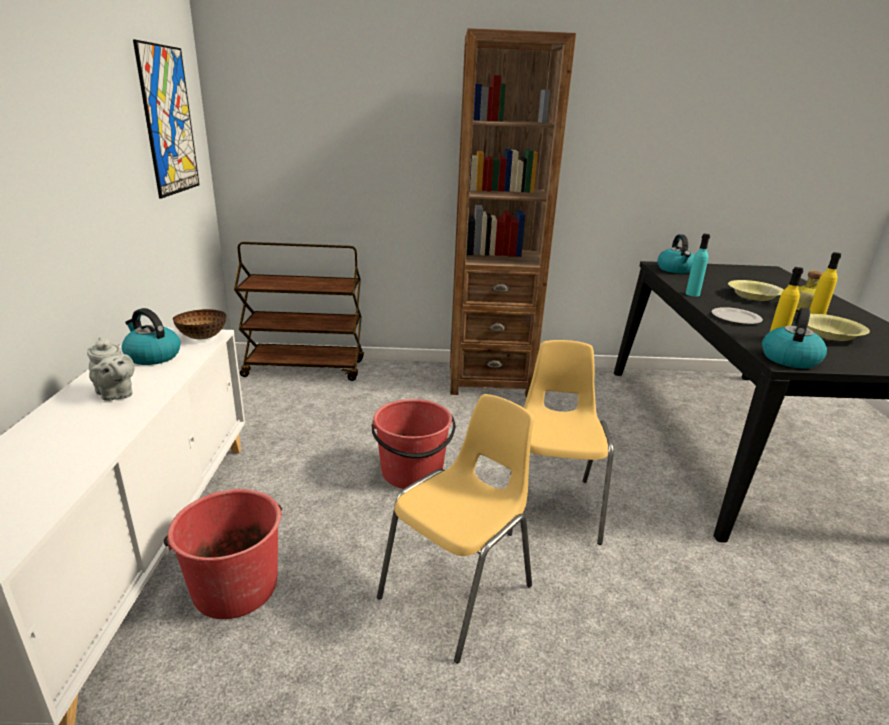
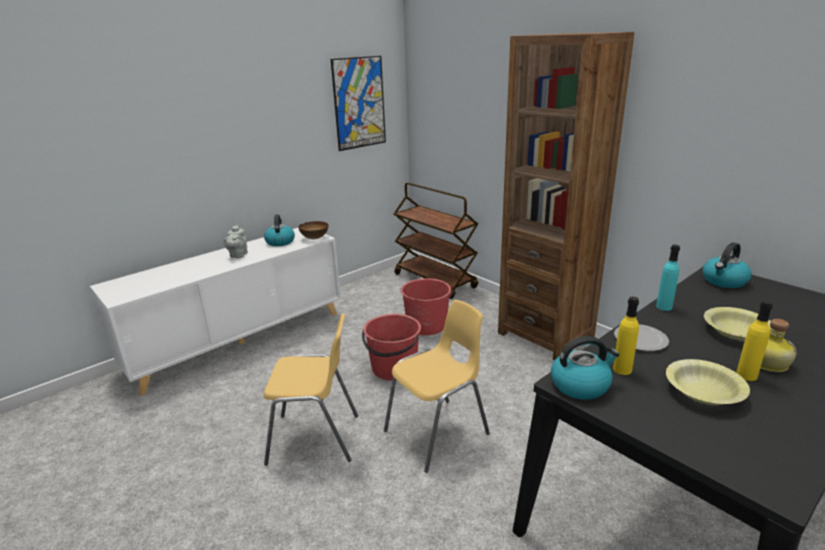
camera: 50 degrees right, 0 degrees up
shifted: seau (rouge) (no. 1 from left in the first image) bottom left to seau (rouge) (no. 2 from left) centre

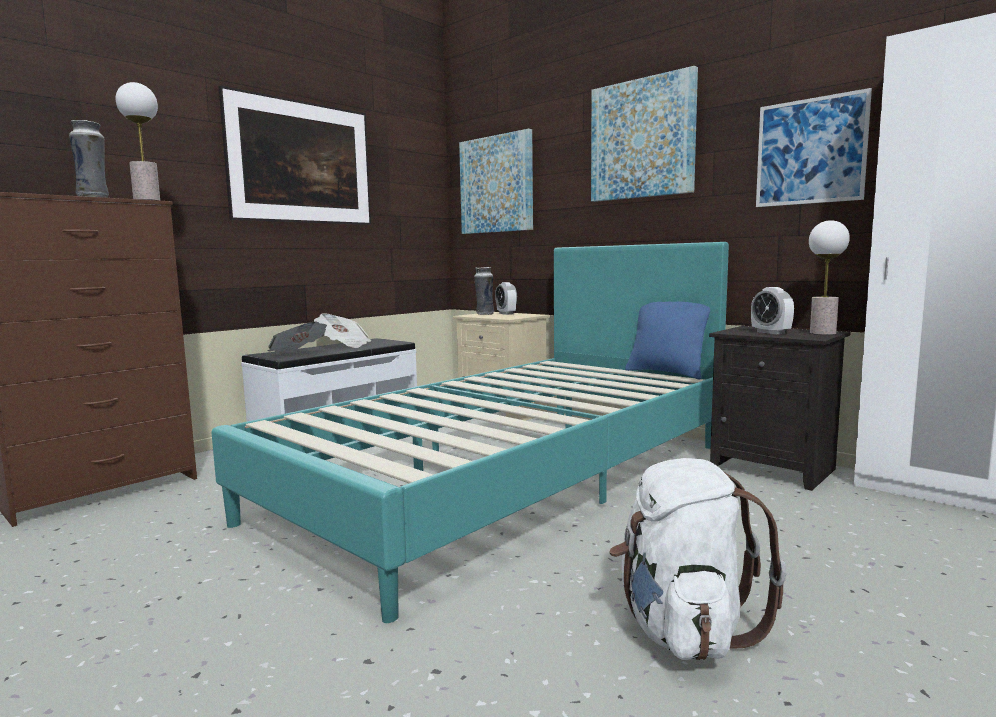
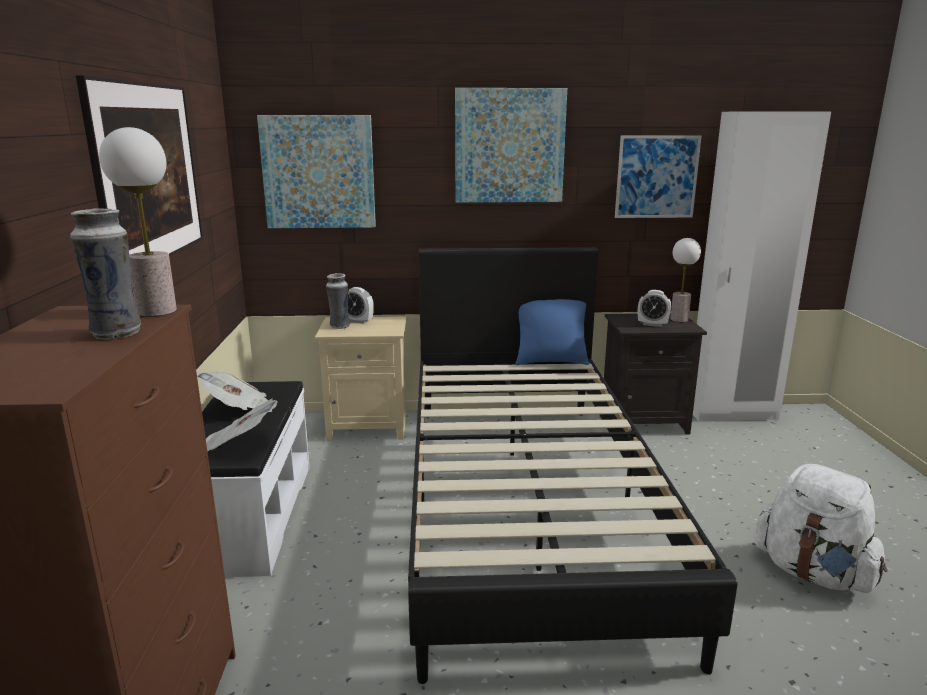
camera: 45 degrees left, 10 degrees up
repainted: lit (turquoise) centre to lit (noir) bottom centre

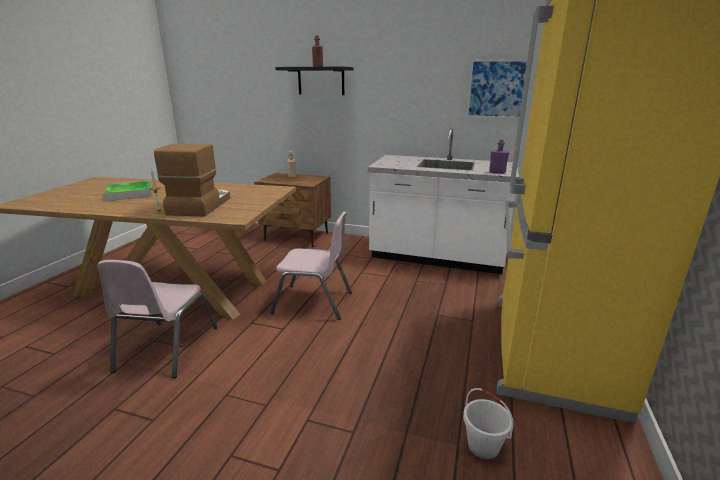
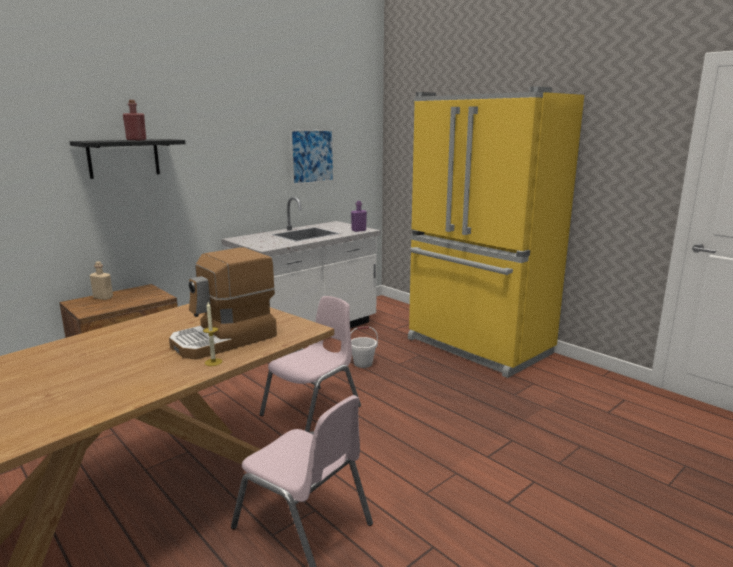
camera: 60 degrees left, 5 degrees down
gone: plateau middle left
shifted: seau (blanc) bottom right to centre
rotated: machine à café middle left = middle left 75 degrees counterclockwise

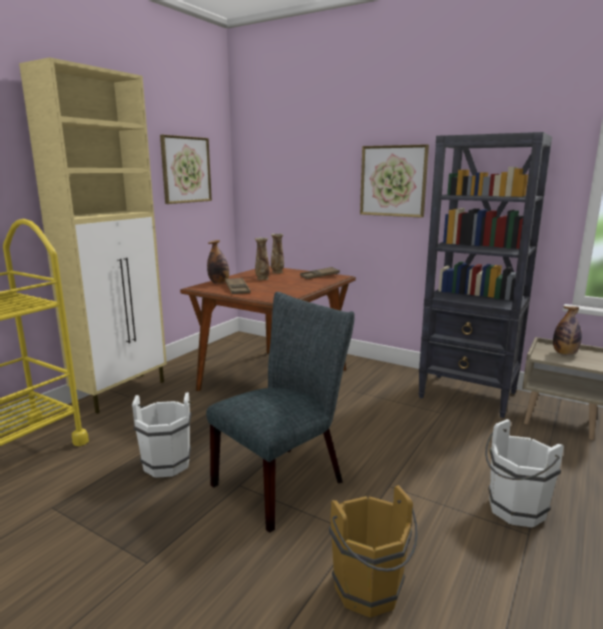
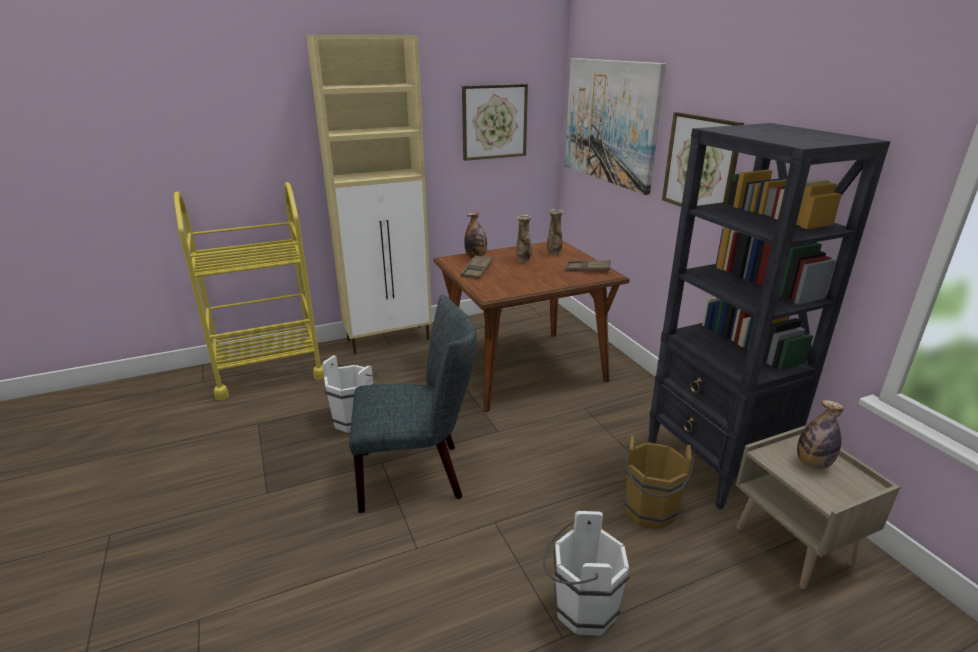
camera: 35 degrees right, 10 degrees up
new: tableau (no. 2 from left) top centre
shifted: seau (marron) bottom centre to bottom right

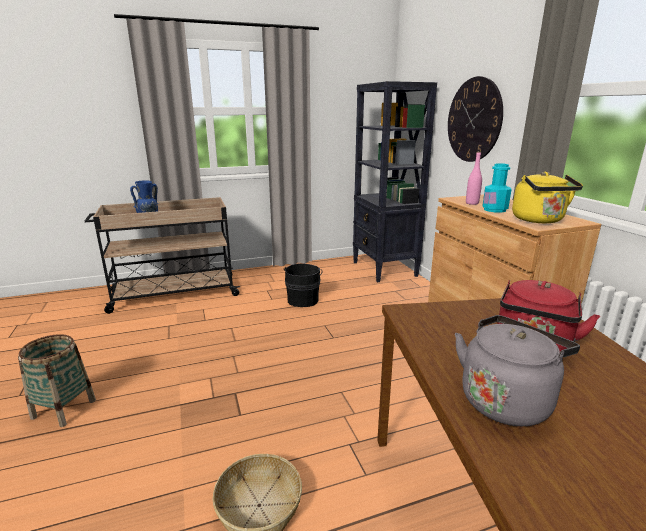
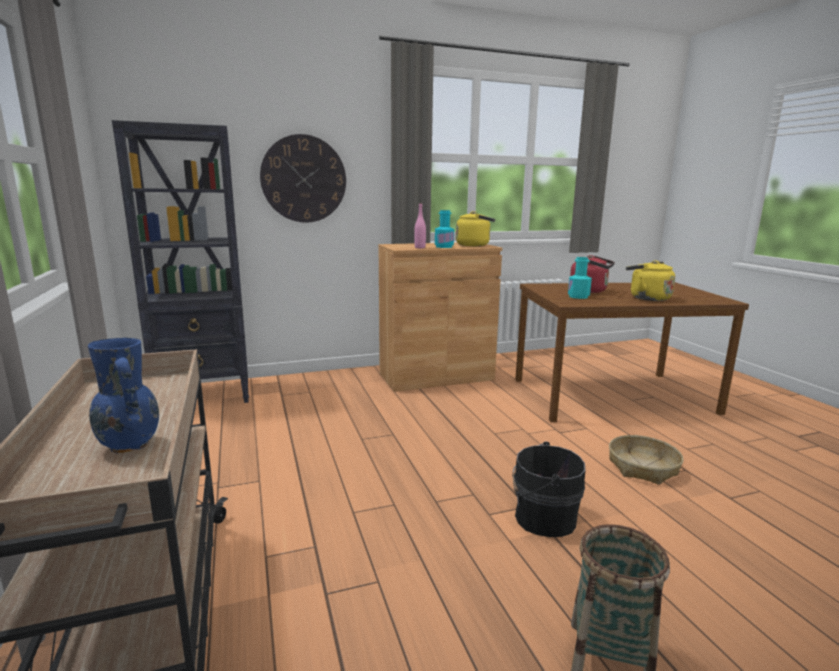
camera: 90 degrees left, 5 degrees down
new: bouteille (turquoise) (no. 2 from left) middle right
shifted: seau (noir) centre to bottom centre
repainted: bouilloire (gris) bottom right to bouilloire (jaune) (no. 2 from left) middle right

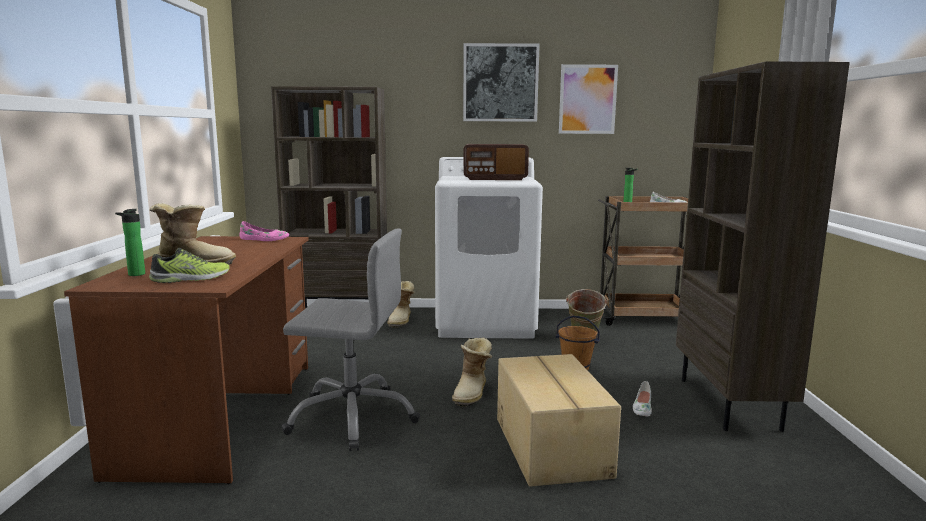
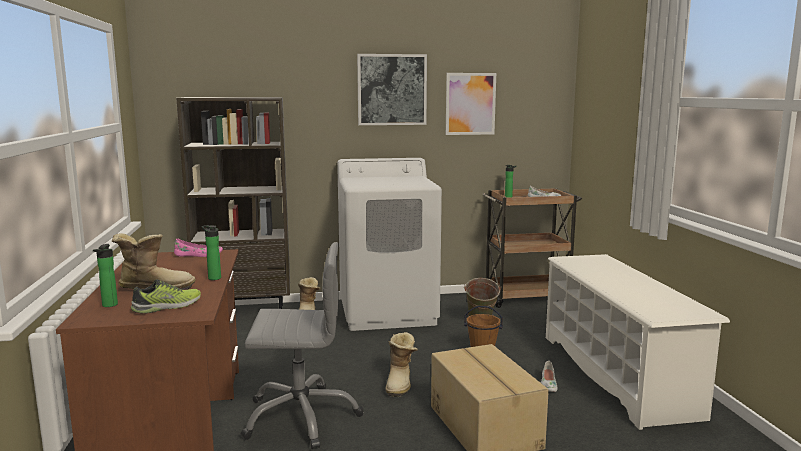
camera: 10 degrees left, 0 degrees up
gone: radio top centre
new: bouteille (no. 2 from left) middle left
swapped: bibliothèque (marron) (no. 2 from left) middle right to étagère à chaussures (blanc) bottom right

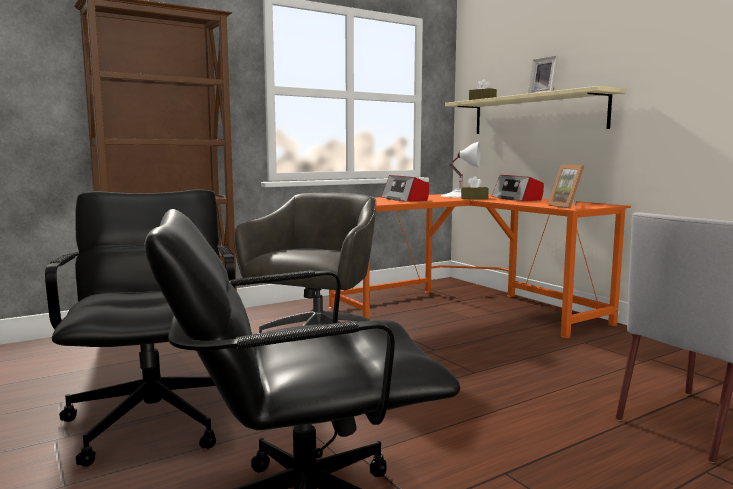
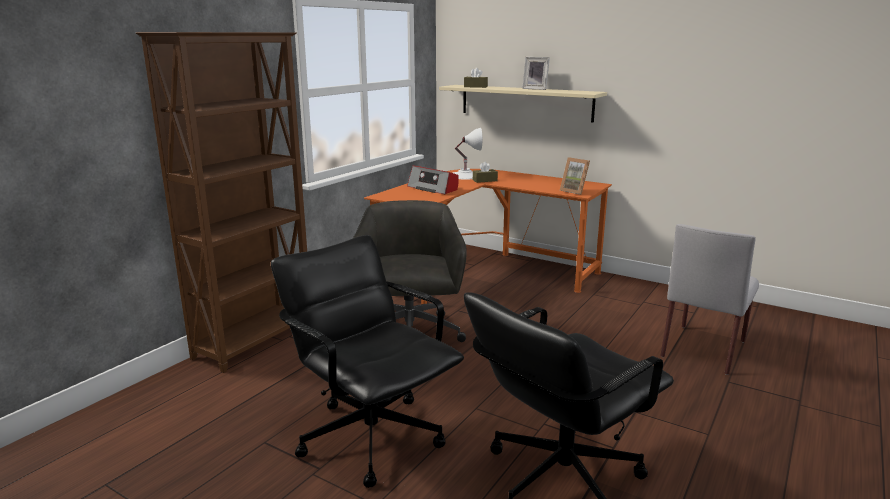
camera: 25 degrees left, 10 degrees up
gone: radio (no. 2 from left) middle right

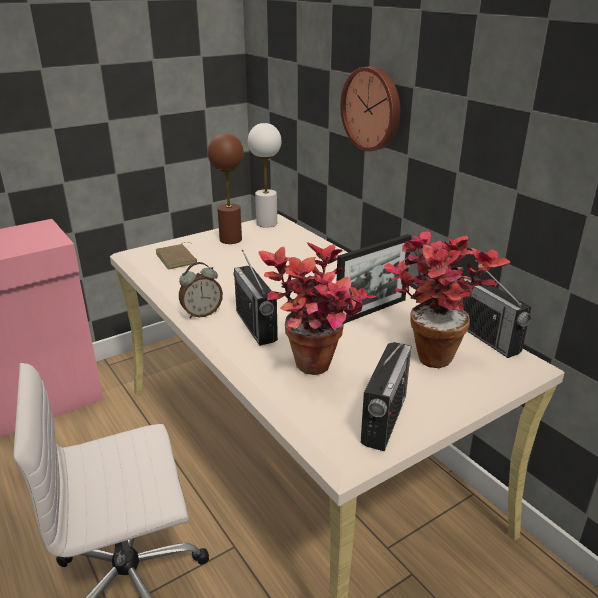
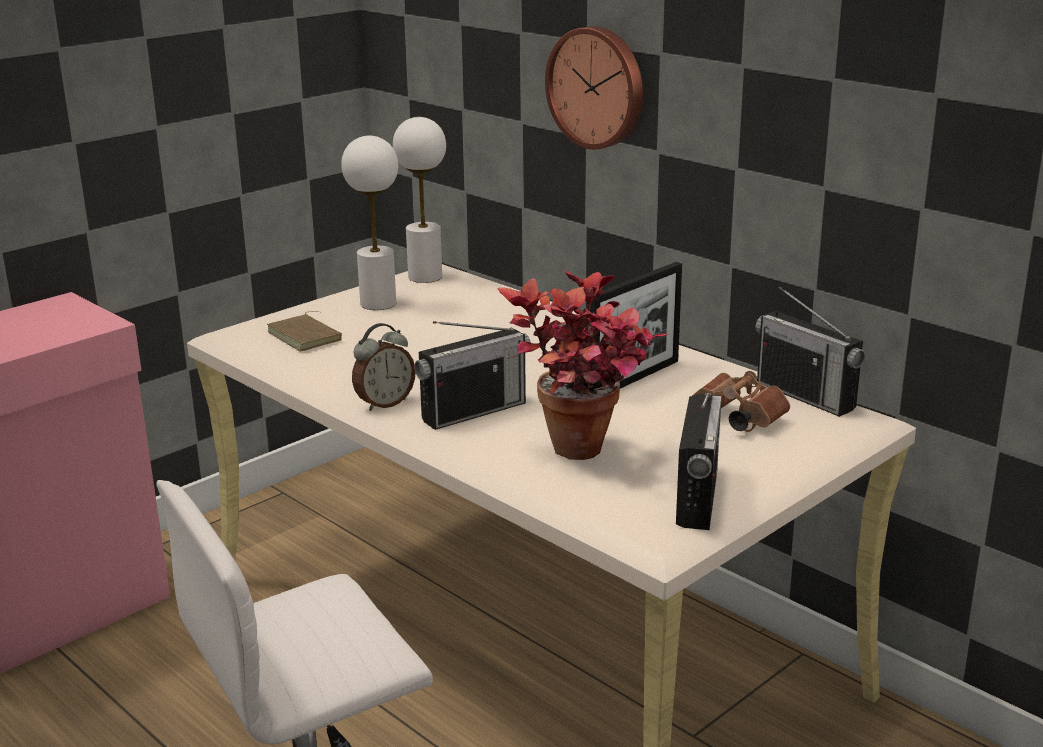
camera: 10 degrees left, 5 degrees down
swapped: plante en pot (no. 2 from left) middle right to jumelles (marron) middle right
repainted: lampe de table (marron) top centre to lampe de table (blanc) (no. 1 from left) top centre
rotated: radio (no. 1 from left) centre = centre 90 degrees counterclockwise

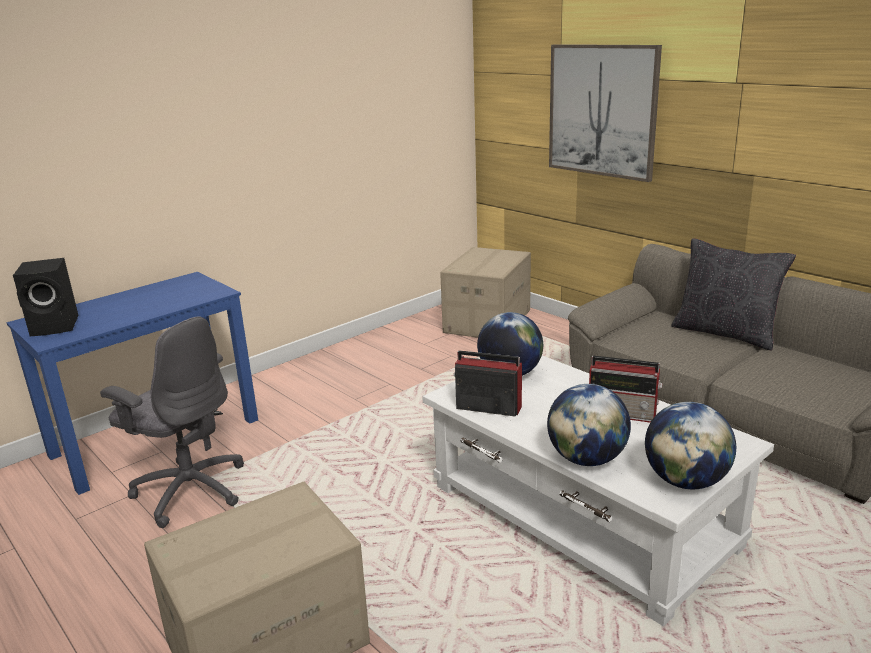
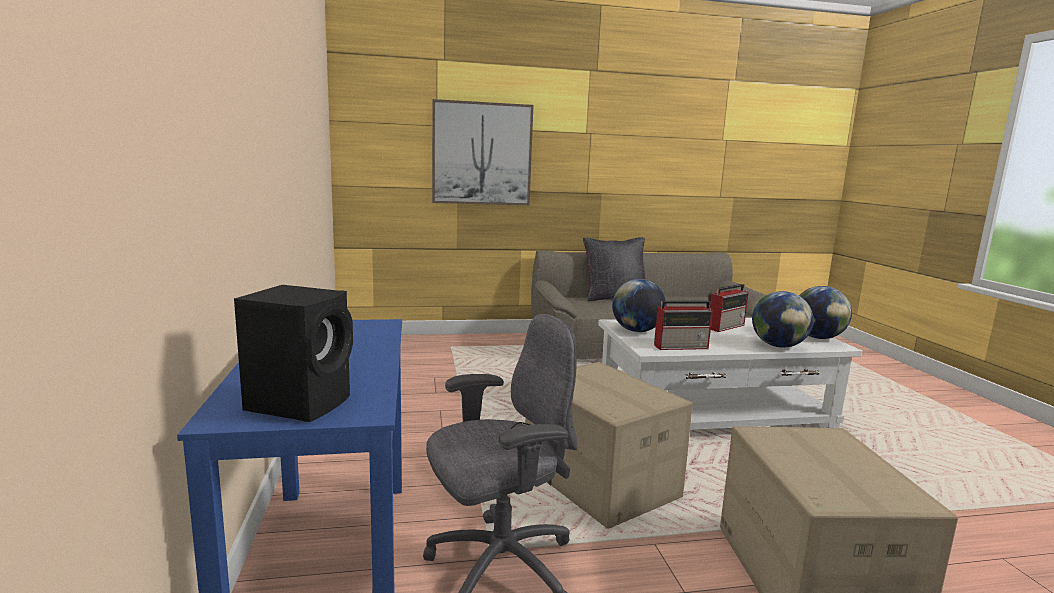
camera: 60 degrees left, 10 degrees down
shifted: carton (no. 2 from left in the first image) centre to carton (no. 1 from left) bottom centre
rotated: radio (no. 1 from left) centre = centre 150 degrees counterclockwise

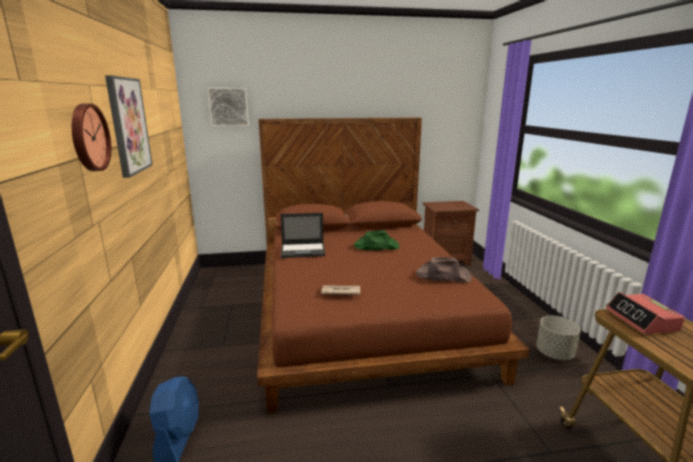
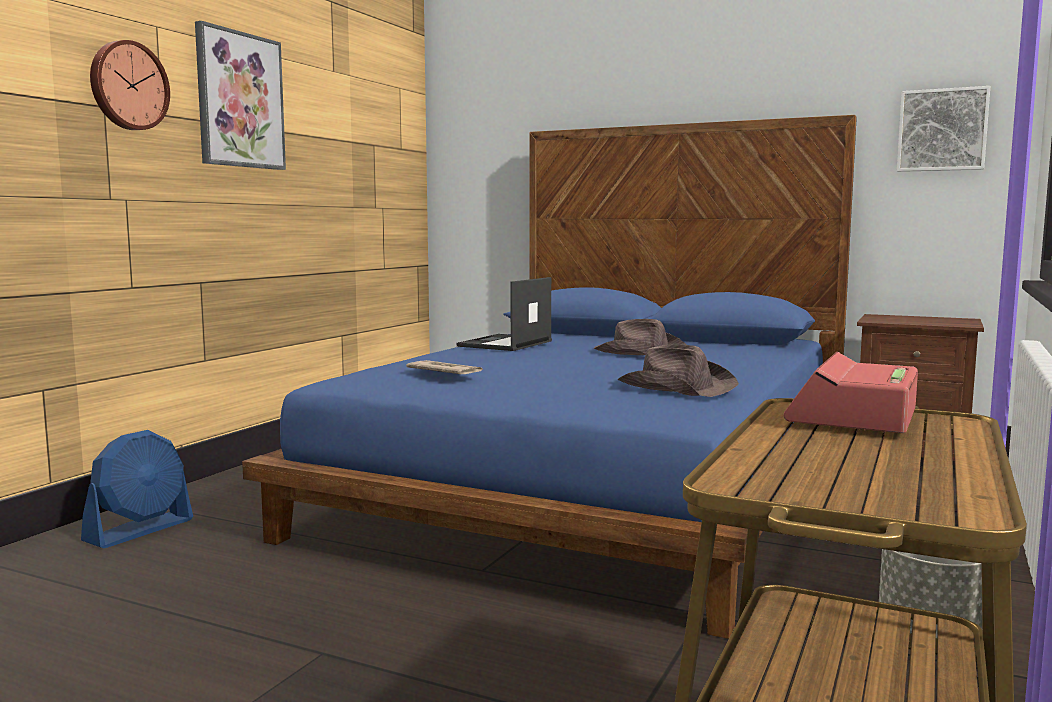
camera: 35 degrees right, 10 degrees down
shifted: tableau (no. 2 from left) top left to top right
repainted: lit (marron) centre to lit (bleu) centre; chapeau (vert) centre to chapeau (marron) (no. 1 from left) centre
rotated: ordinateur portable centre = centre 90 degrees clockwise

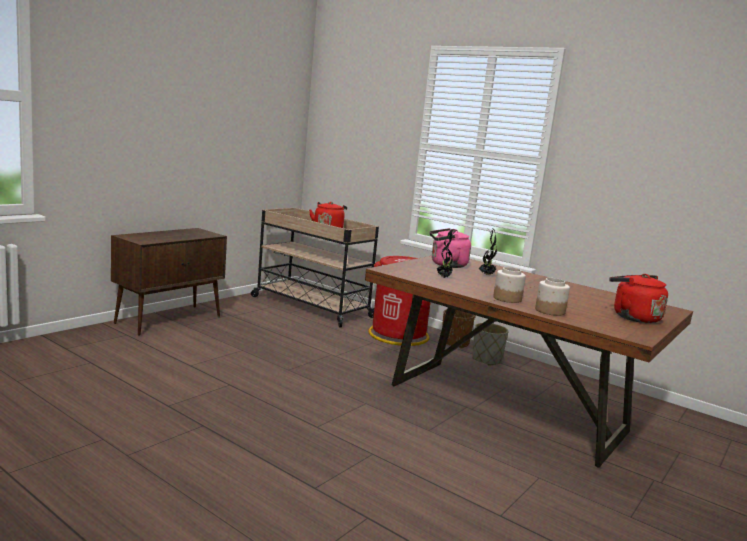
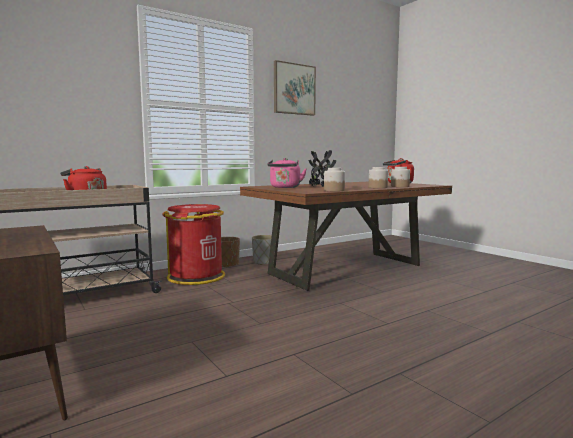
camera: 70 degrees left, 5 degrees down
new: tableau top centre; bocal (no. 1 from left) centre

